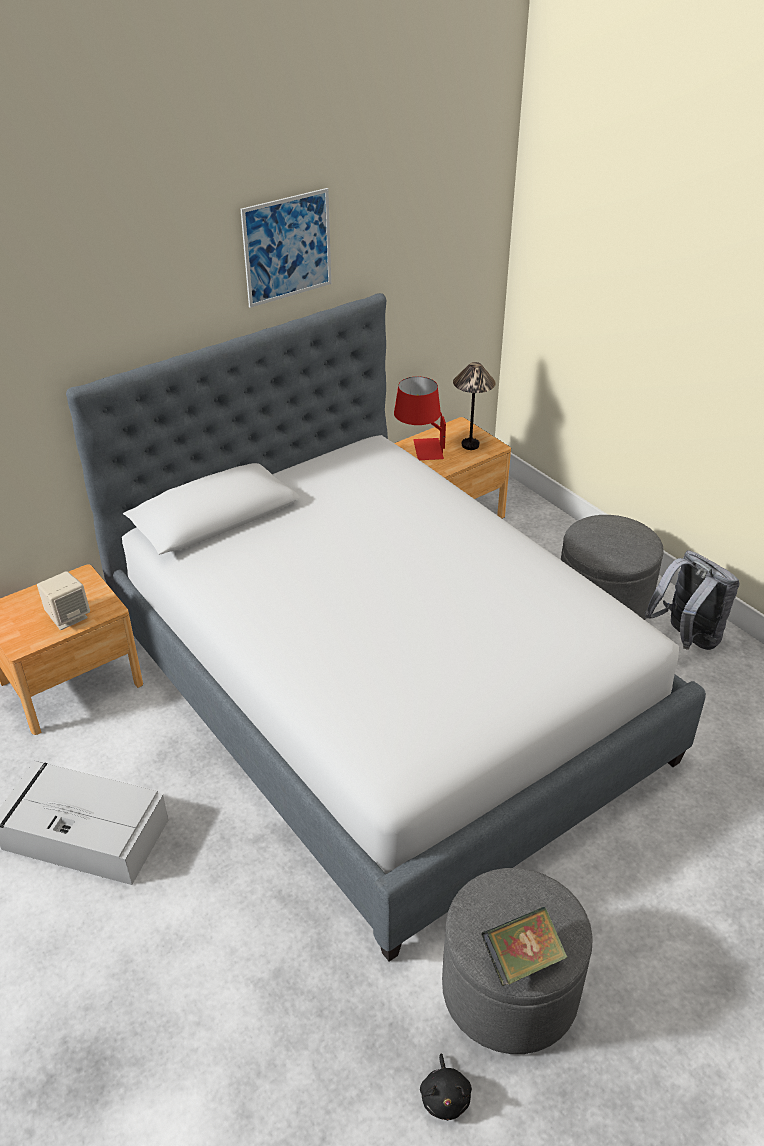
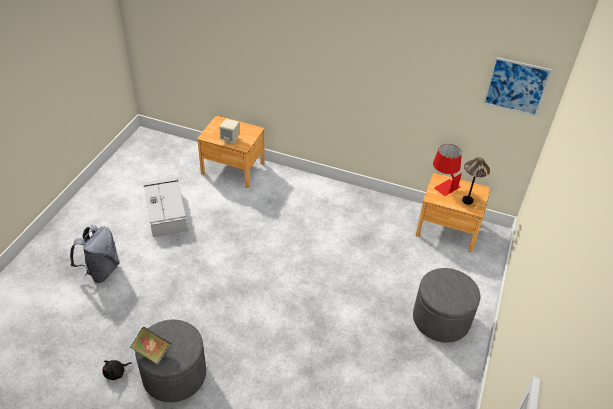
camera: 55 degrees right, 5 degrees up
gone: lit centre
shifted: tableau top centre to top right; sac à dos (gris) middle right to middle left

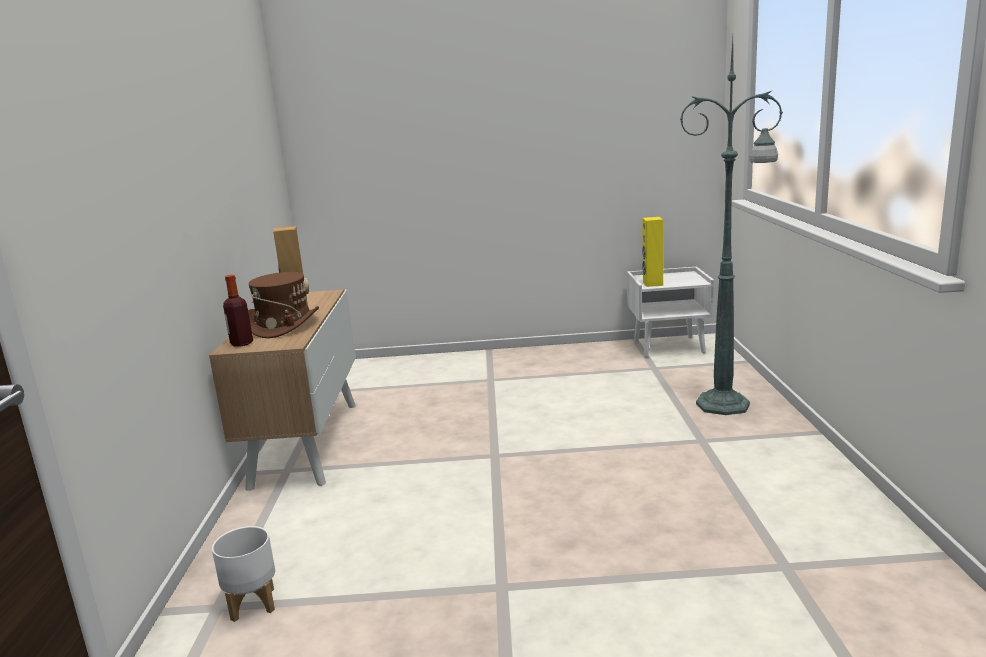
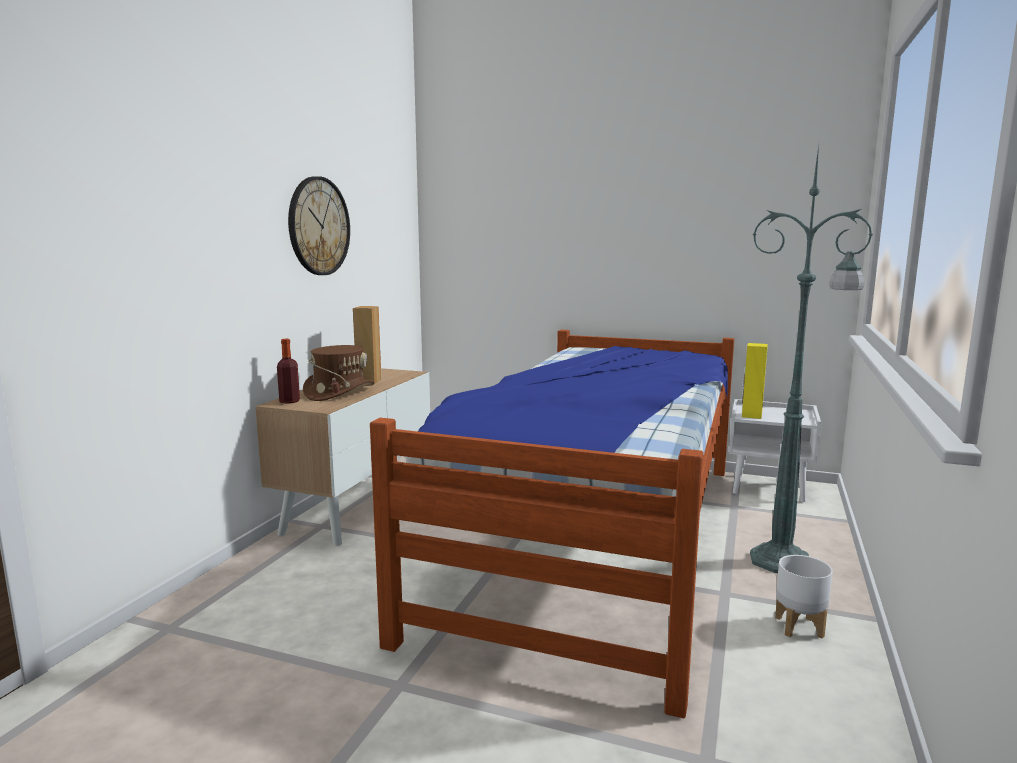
camera: 20 degrees right, 5 degrees down
new: horloge murale top left; lit bottom centre
shifted: cache-pot (blanc) bottom left to bottom right

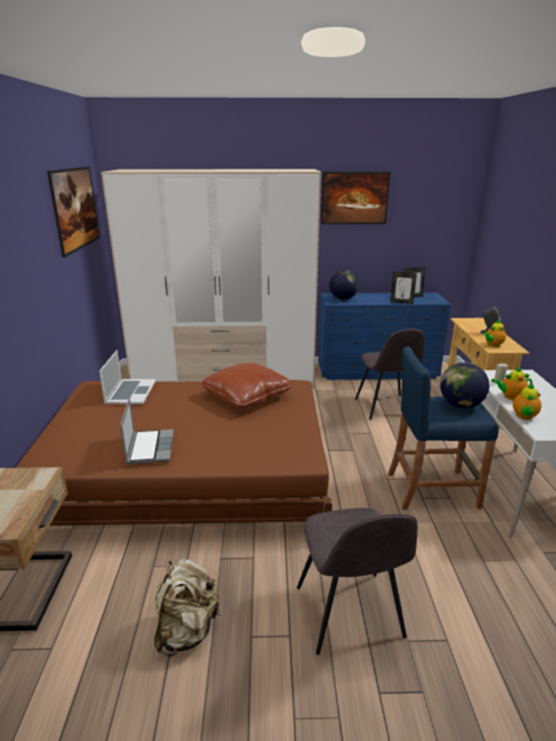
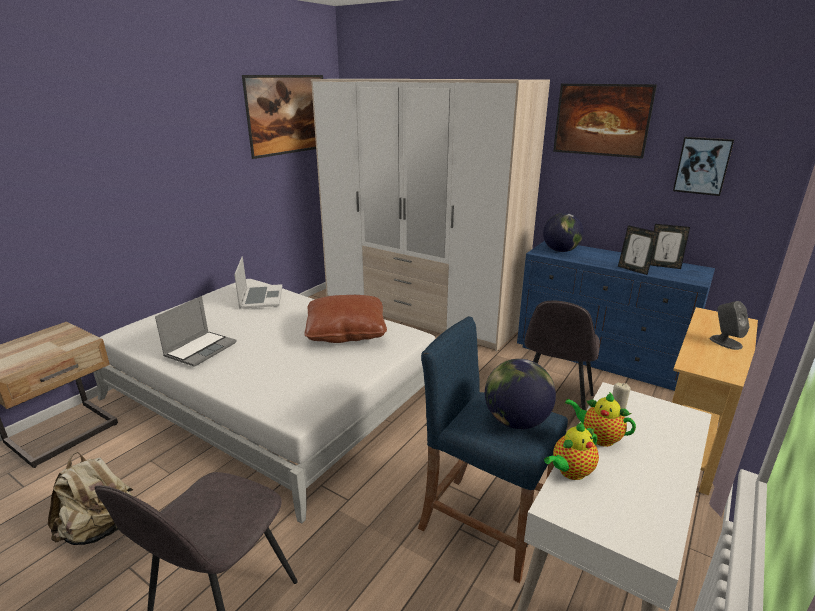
camera: 35 degrees right, 0 degrees up
gone: théière (no. 1 from left) middle right
new: tableau (no. 3 from left) top right
repainted: lit (marron) middle left to lit (blanc) middle left
rotated: ordinateur portable (no. 1 from left in the first image) middle left = middle left 45 degrees counterclockwise

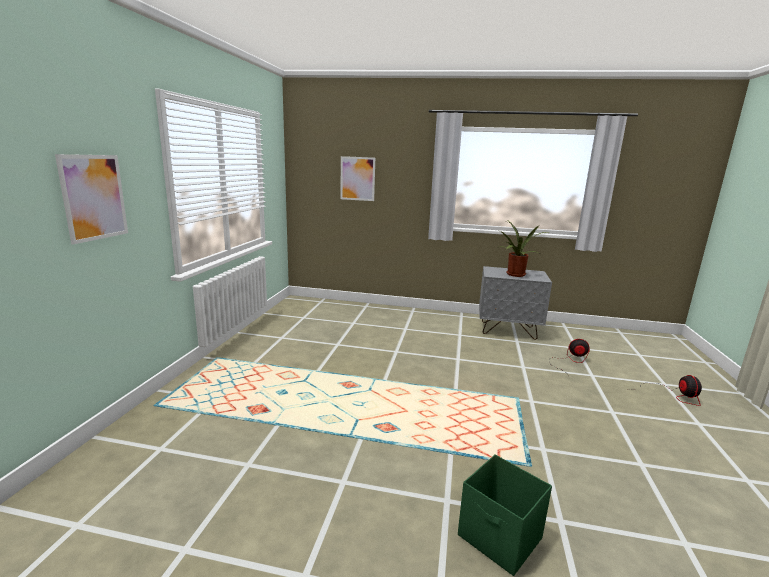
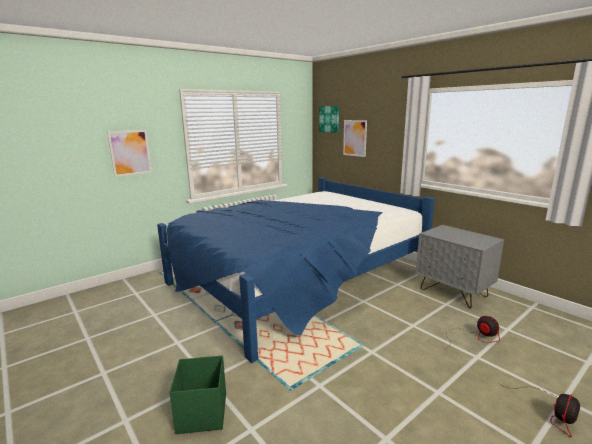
camera: 40 degrees right, 0 degrees up
gone: plante en pot middle right
new: tableau (no. 2 from left) top centre; lit (bleu) centre

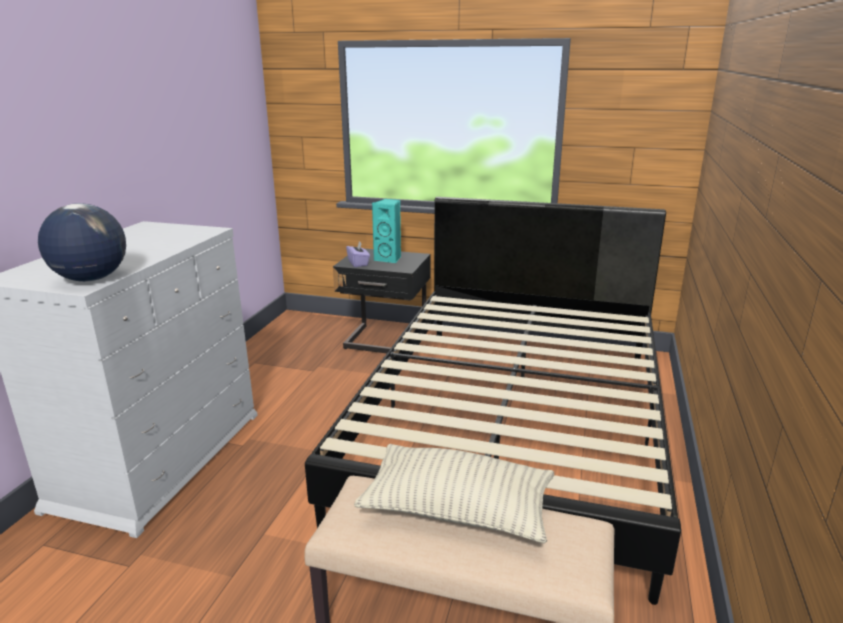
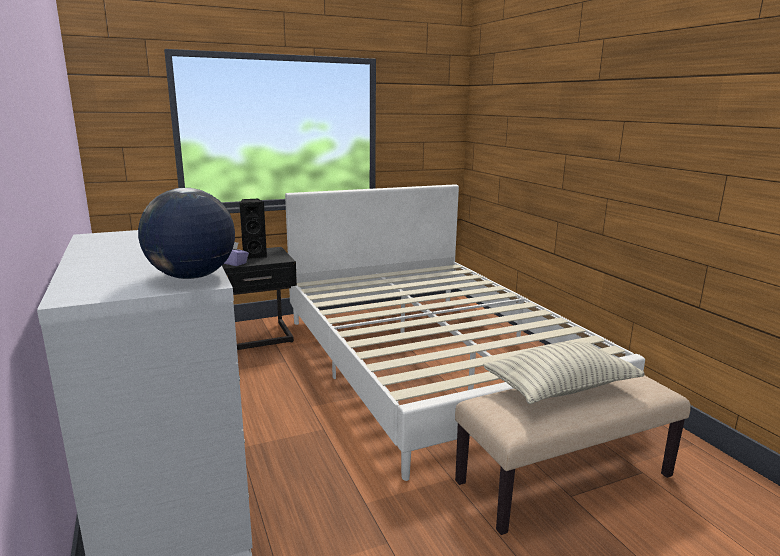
camera: 40 degrees left, 5 degrees down
repainted: lit (noir) centre to lit (blanc) centre; enceinte (turquoise) centre to enceinte (noir) middle left

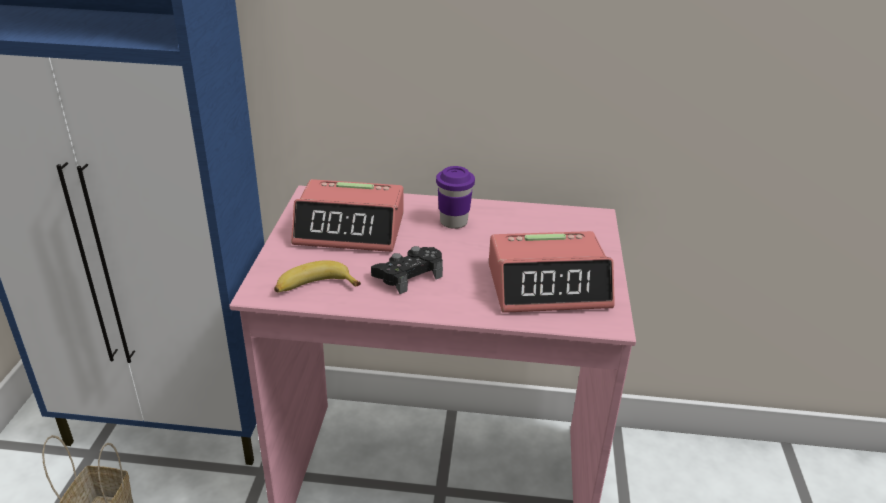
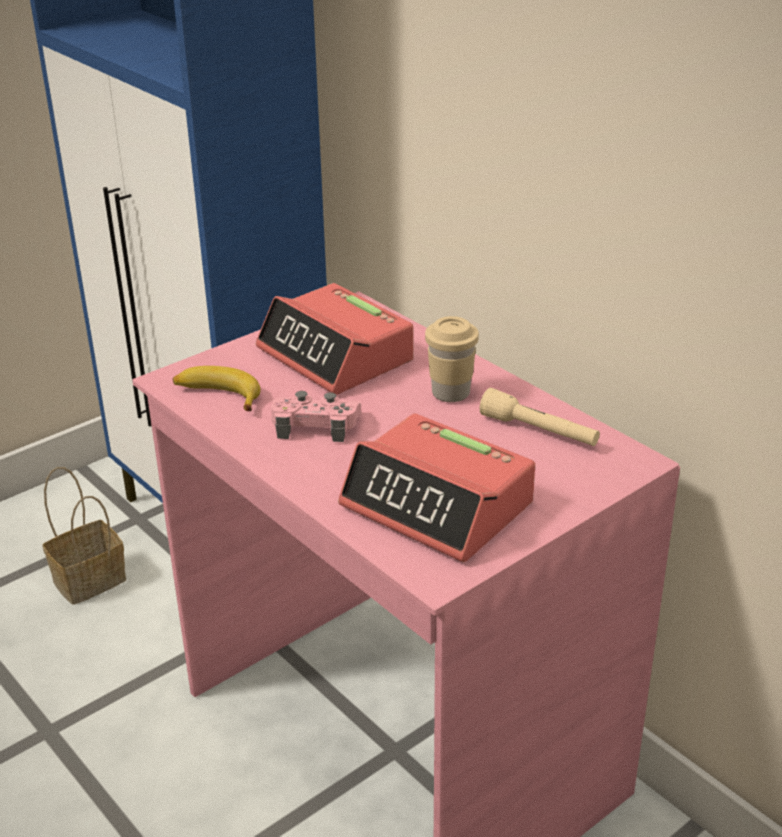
camera: 45 degrees right, 0 degrees up
new: lampe de poche (beige) middle right
repainted: tasse (violet) centre to tasse (beige) centre; manette (noir) centre to manette (rose) centre

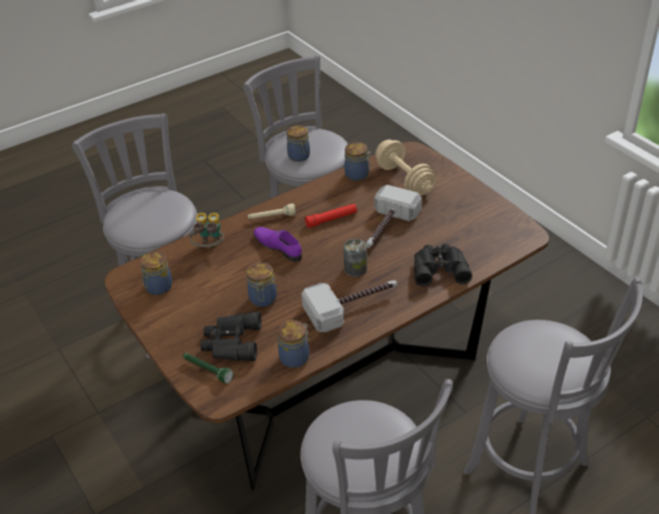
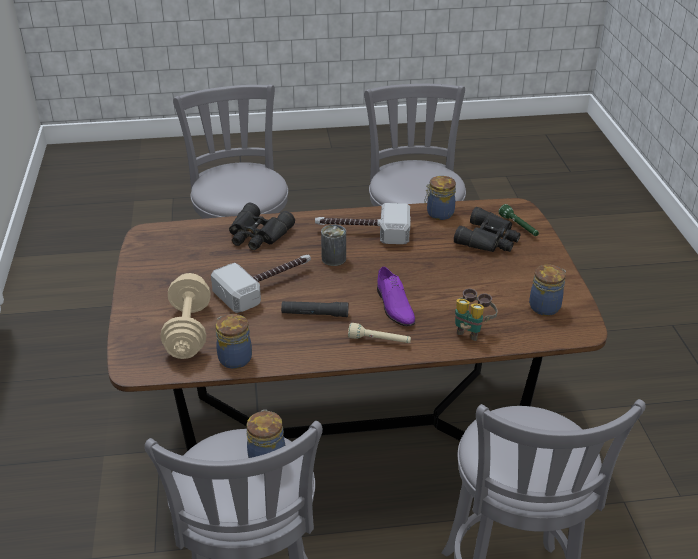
camera: 155 degrees left, 5 degrees down
gone: bocal (no. 2 from left) centre
repainted: lampe de poche (rouge) centre to lampe de poche (noir) centre

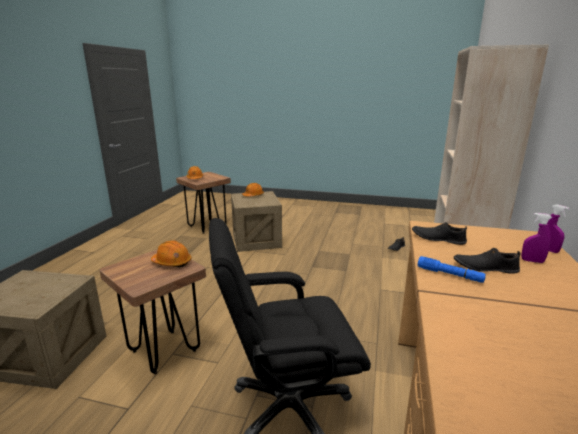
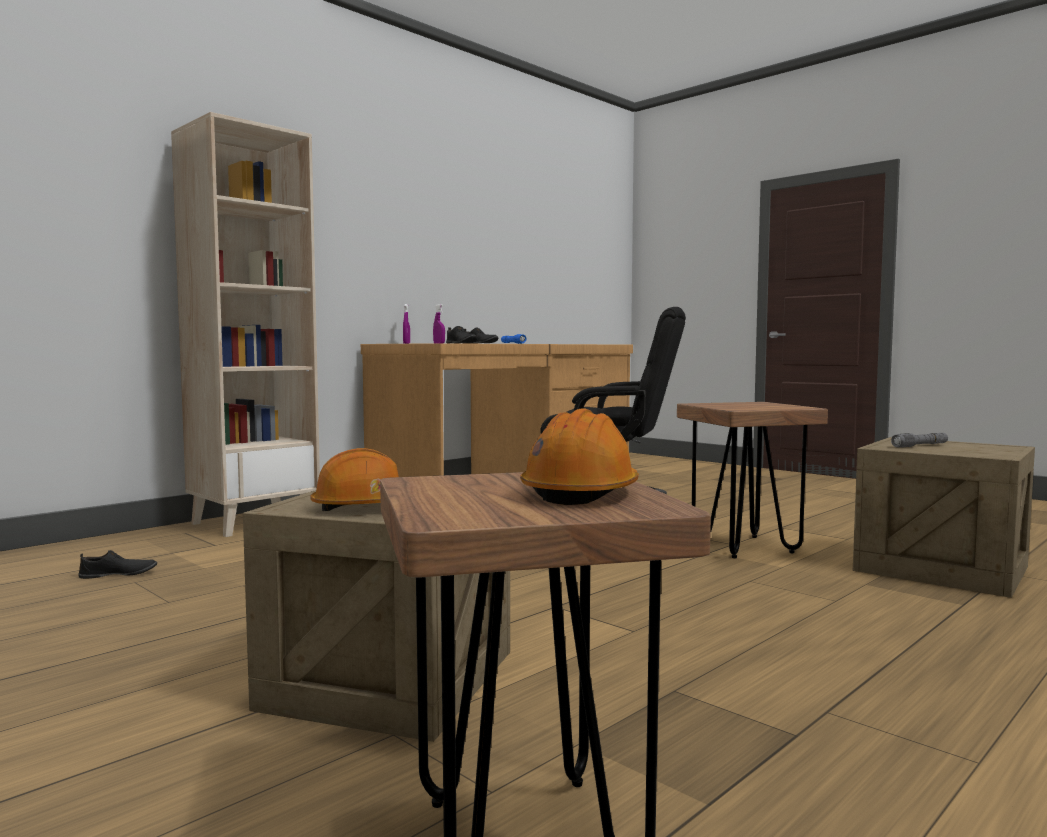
camera: 150 degrees left, 15 degrees down
gone: casque de chantier (orange) (no. 1 from left) middle left
new: lampe de poche (gris) middle right

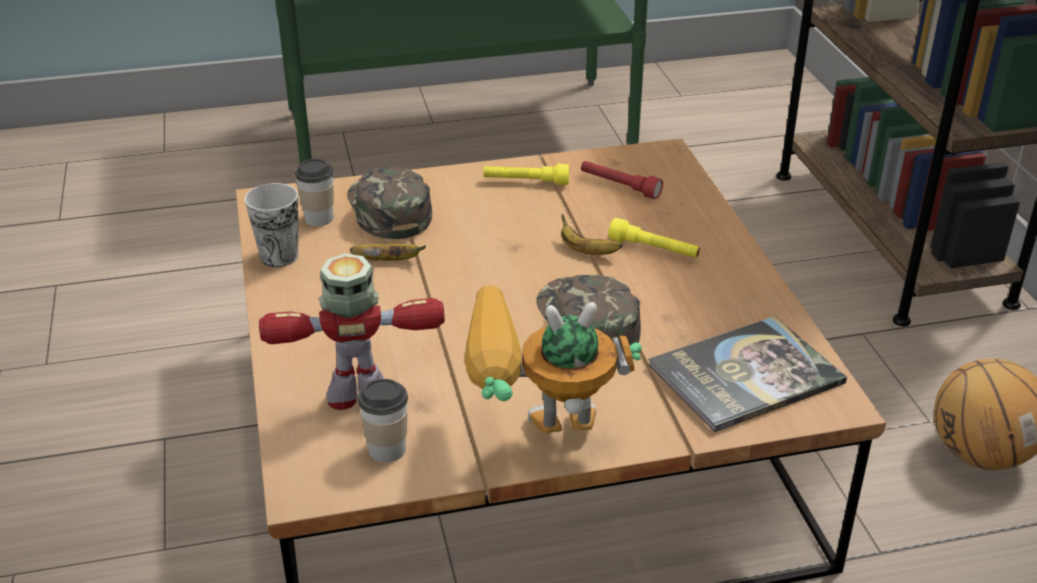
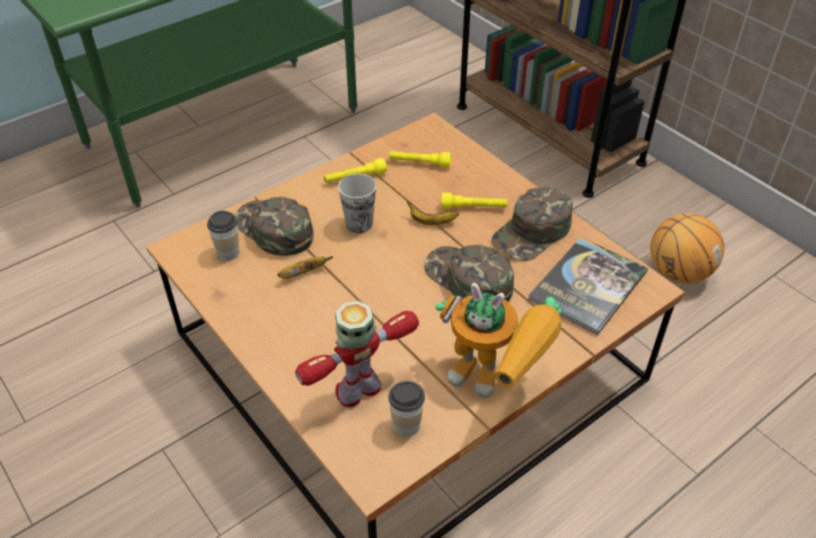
camera: 25 degrees left, 10 degrees up
new: casquette (vert) (no. 3 from left) centre
shifted: tasse (no. 1 from left in the first image) middle left to tasse (no. 2 from left) centre
repainted: lampe de poche (rouge) top centre to lampe de poche (jaune) (no. 2 from left) top centre
rotated: robot jouet (no. 2 from left) centre = centre 120 degrees counterclockwise

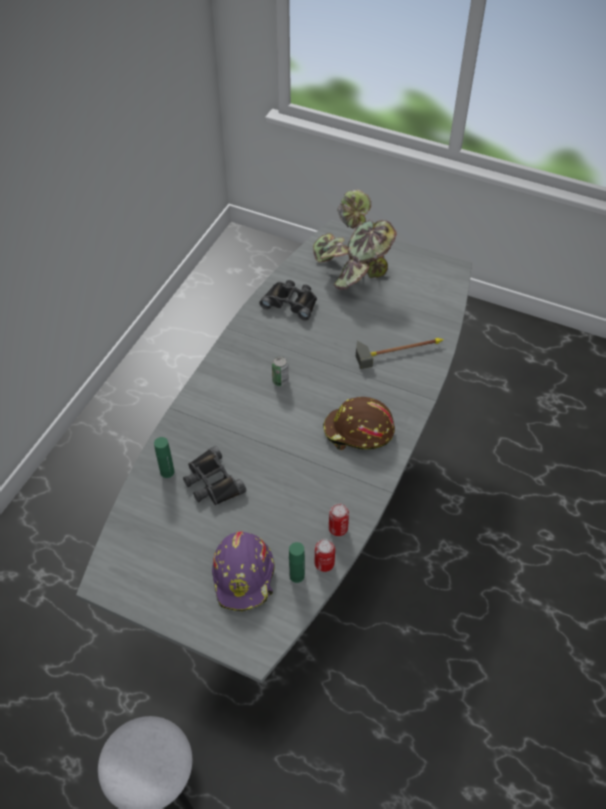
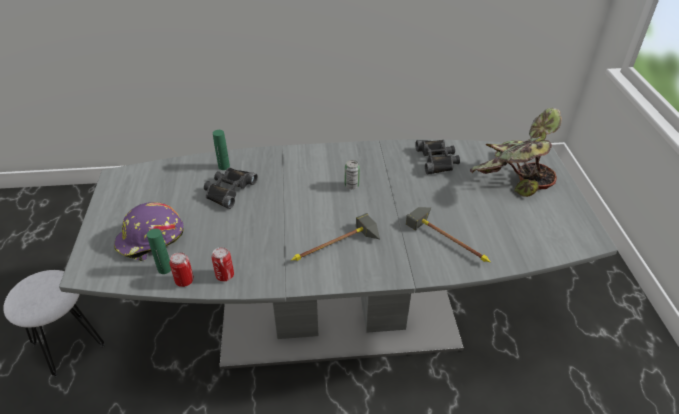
camera: 60 degrees right, 10 degrees down
swapped: casque de chantier (marron) centre to marteau (no. 1 from left) centre

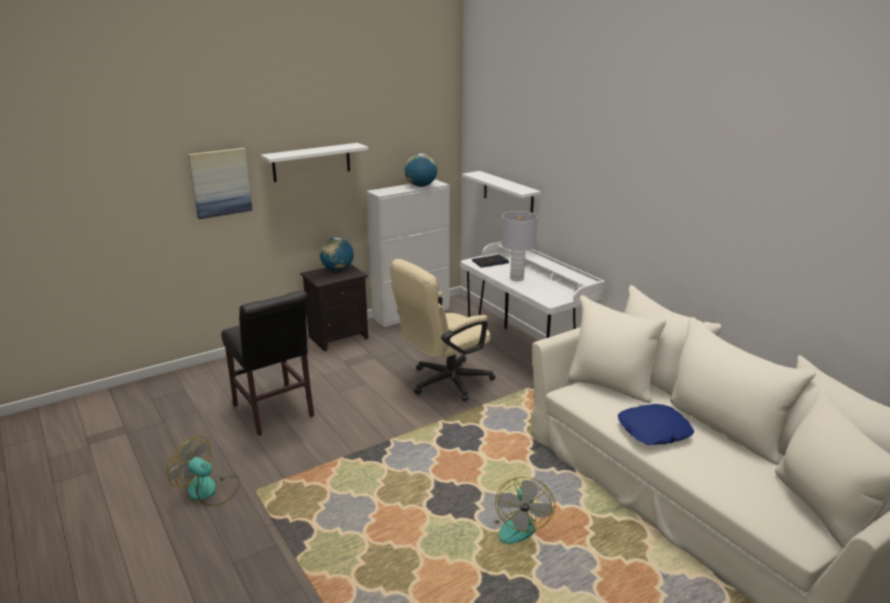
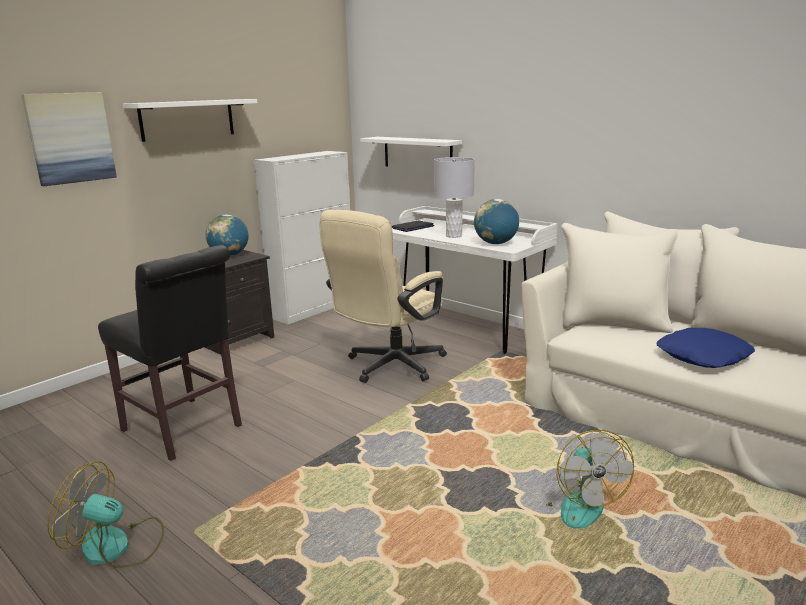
camera: 15 degrees left, 5 degrees down
shifted: globe (no. 2 from left) top centre to centre

